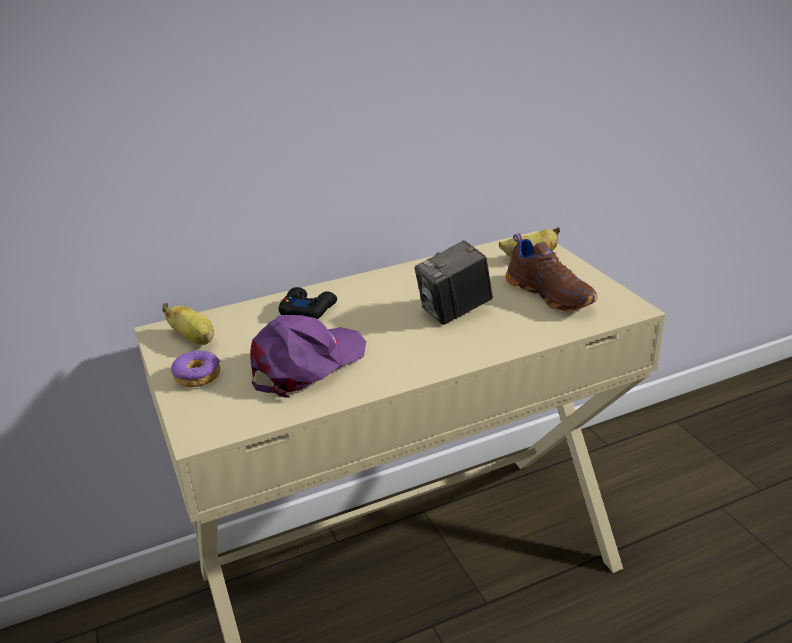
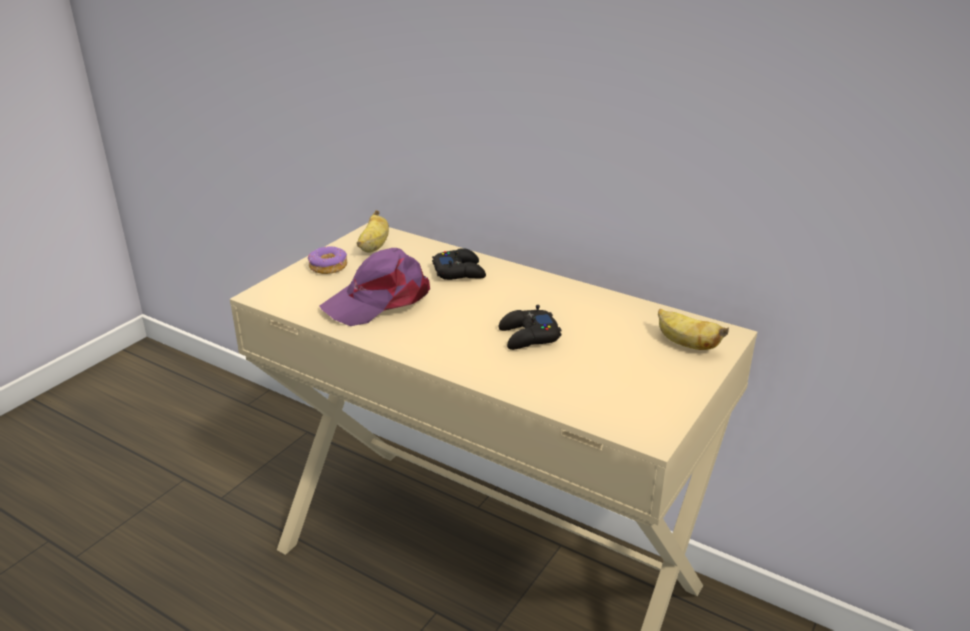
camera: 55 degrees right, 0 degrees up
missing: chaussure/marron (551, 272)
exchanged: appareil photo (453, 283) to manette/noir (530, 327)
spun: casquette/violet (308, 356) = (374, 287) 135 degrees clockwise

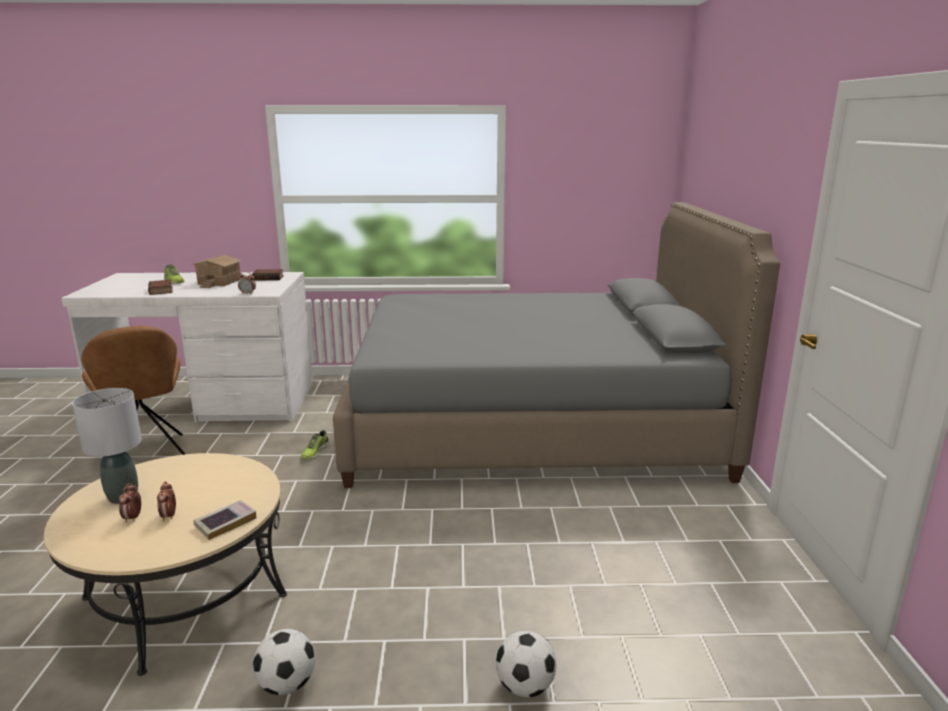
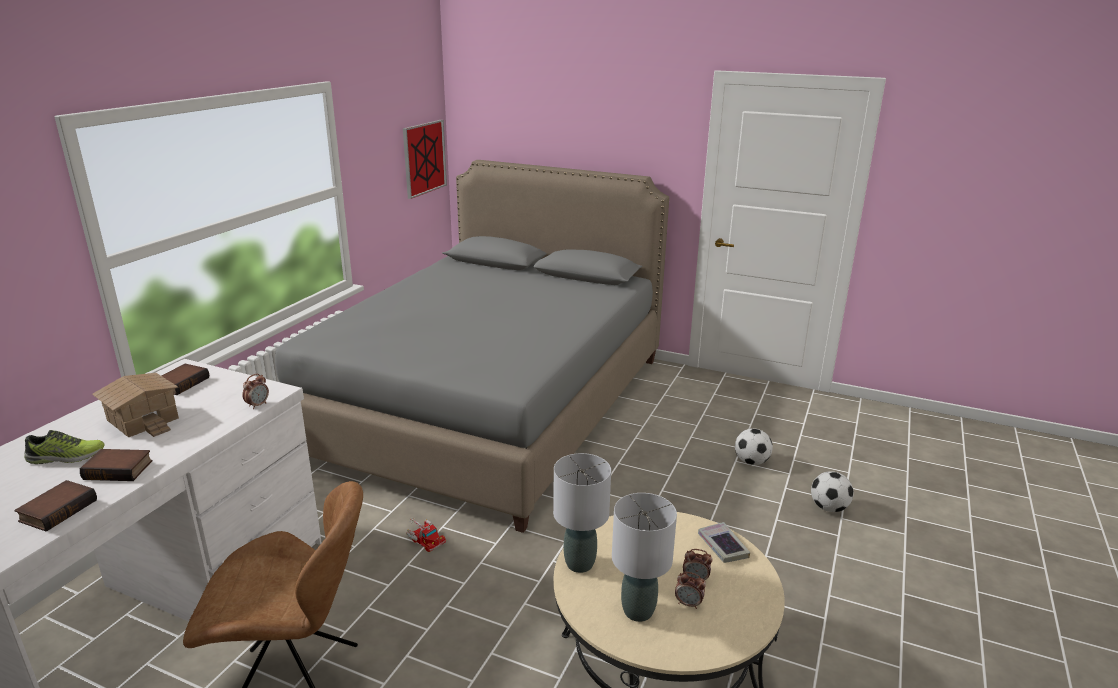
camera: 65 degrees left, 5 degrees up
appeared: livre (55, 505); tableau (425, 159); lampe de table/gris (582, 513)
relocated: ballon de foot (284, 662) to (754, 446)
exchanged: chaussure (315, 445) to camion jouet (426, 535)

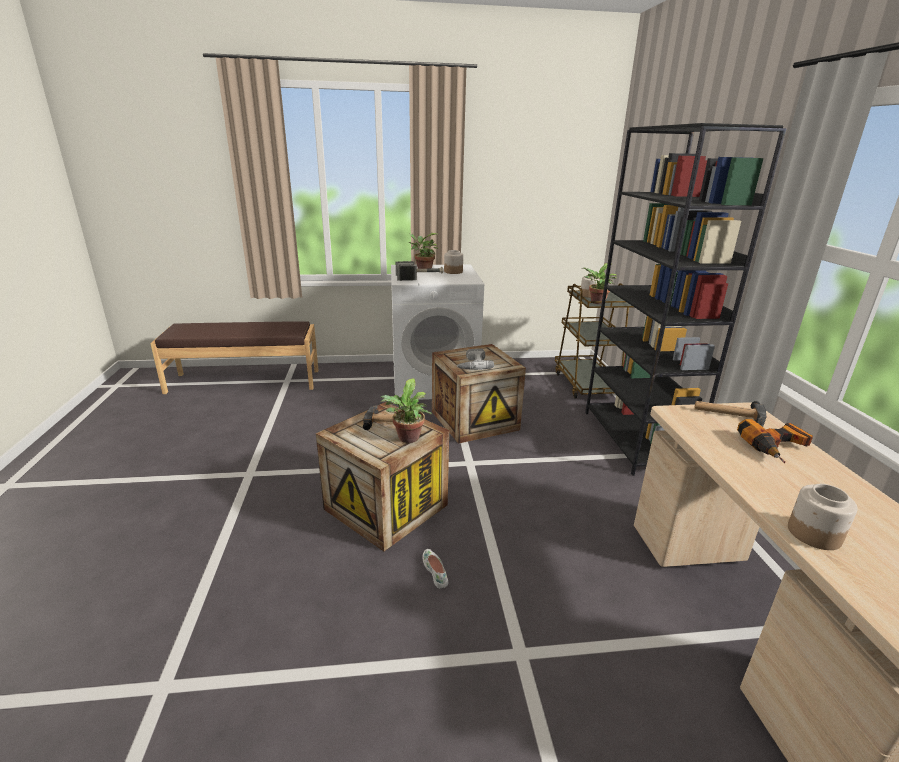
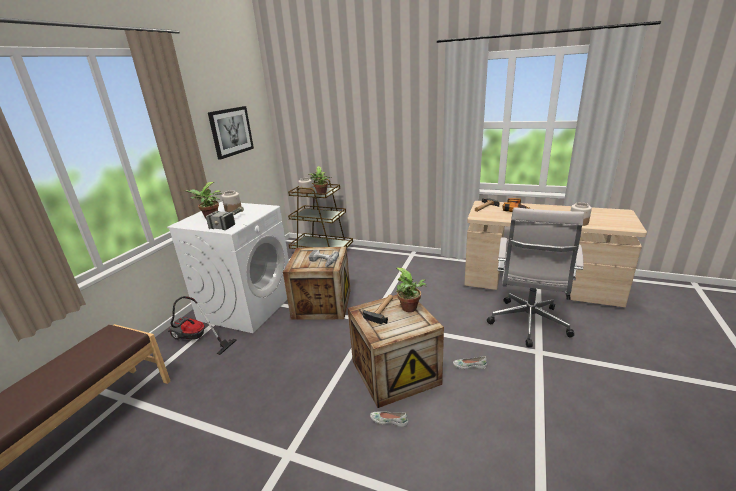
camera: 60 degrees left, 0 degrees up
missing: bibliothèque/noir (685, 299)
appeared: aspirateur (202, 325); tableau (231, 133); chaussure/blanc (389, 419); chaise de bureau/blanc (535, 277)

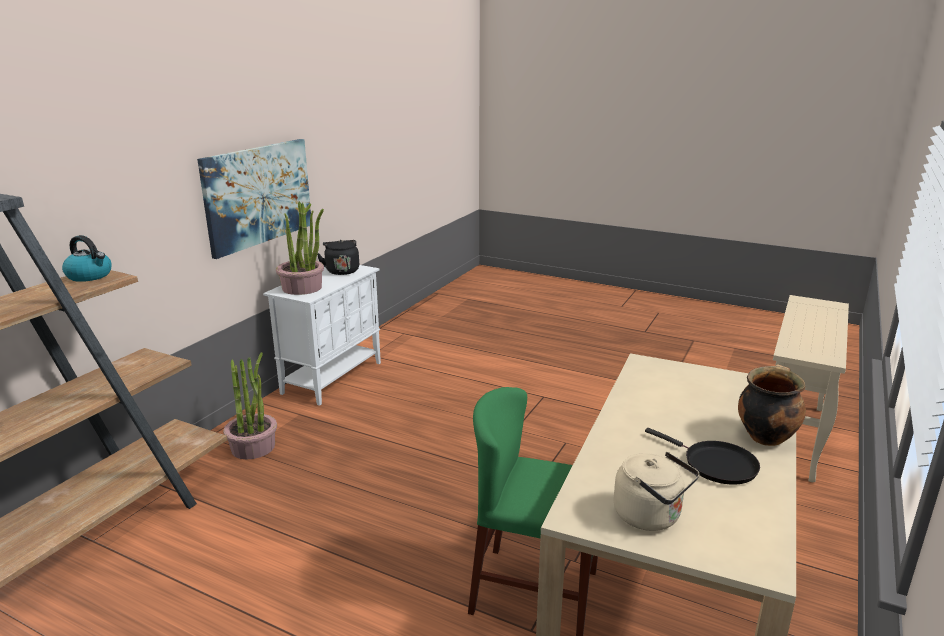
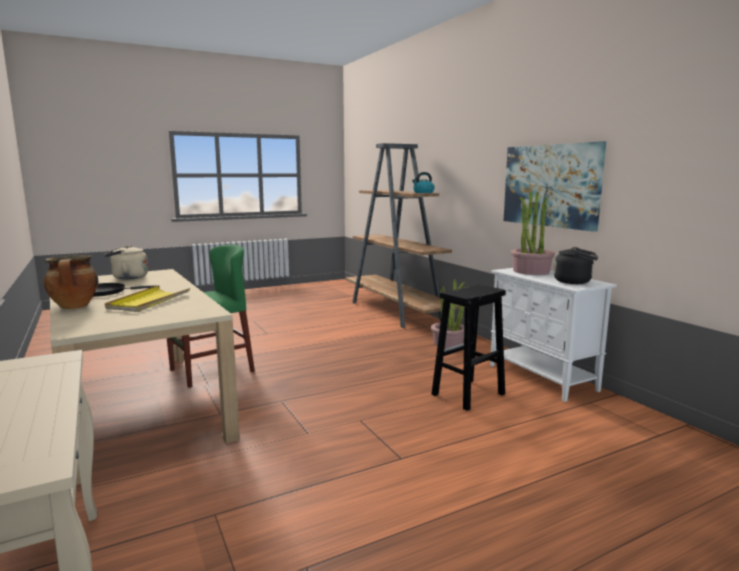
camera: 125 degrees right, 10 degrees down
appeared: plateau/jaune (147, 298); tabouret/noir (469, 348)

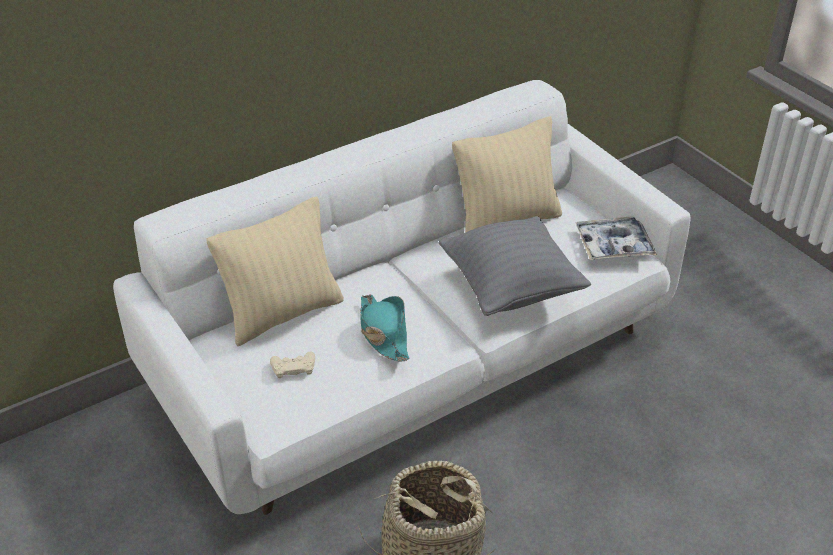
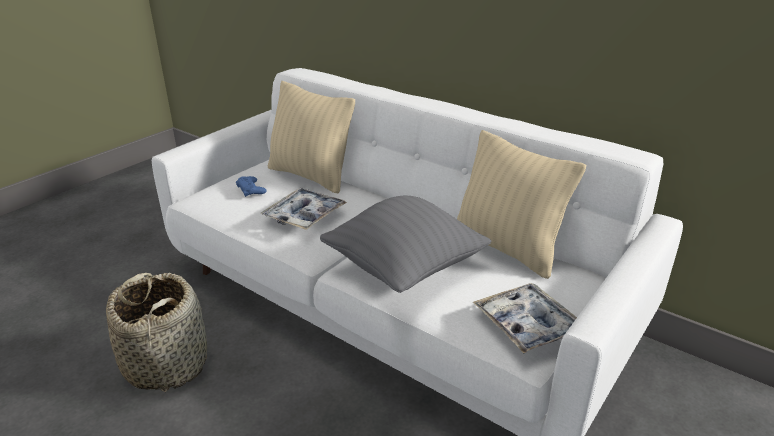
camera: 70 degrees right, 10 degrees down
exchanged: chapeau/turquoise (384, 328) to plateau (304, 209)
colour: manette/beige (292, 365) to manette/bleu (251, 186)

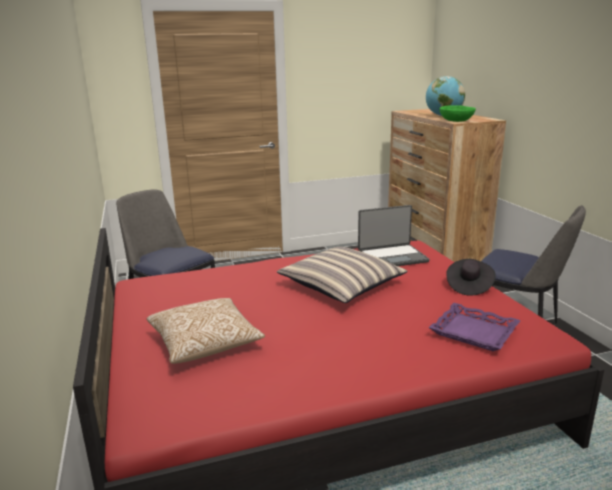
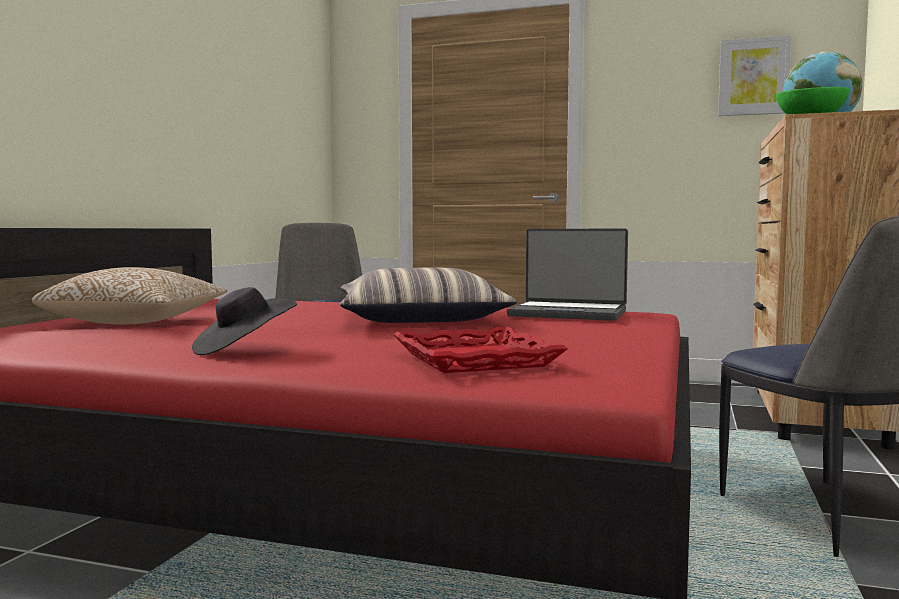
camera: 35 degrees right, 15 degrees down
appeared: tableau (754, 75)
relocated: chapeau/noir (471, 277) to (244, 321)
colour: plateau/violet (475, 327) to plateau/rouge (480, 350)

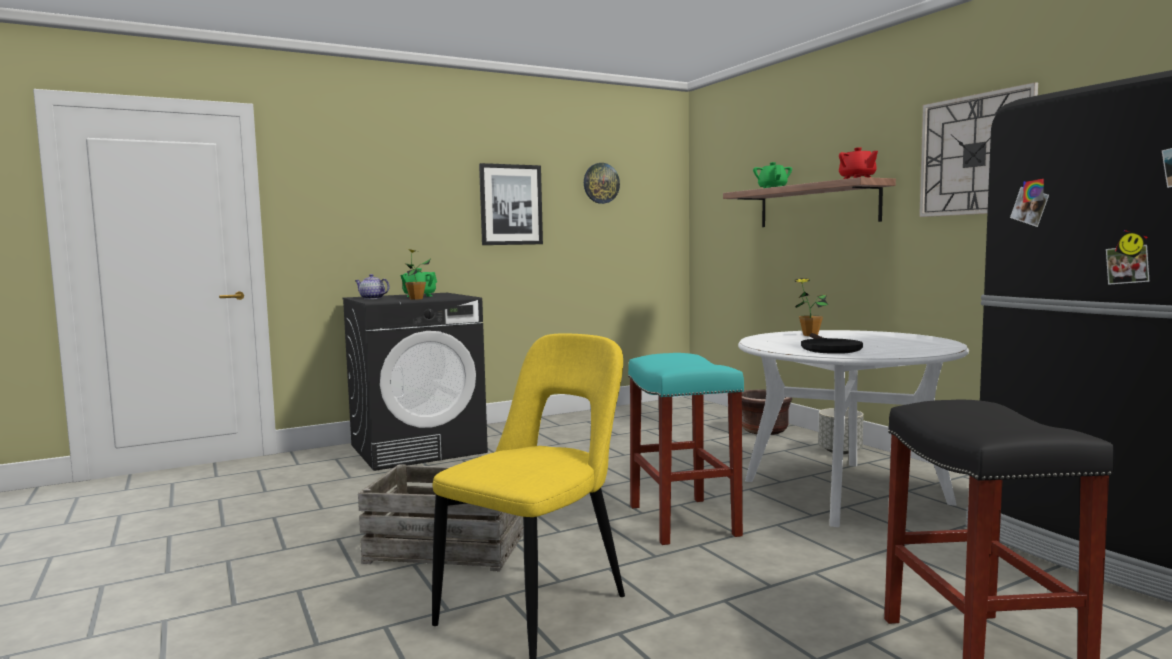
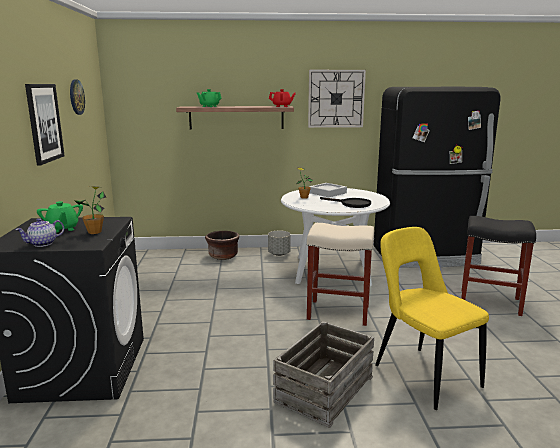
camera: 65 degrees left, 10 degrees up
appeared: plateau/gris (328, 190)
colour: tabouret/turquoise (686, 449) to tabouret/beige (340, 274)

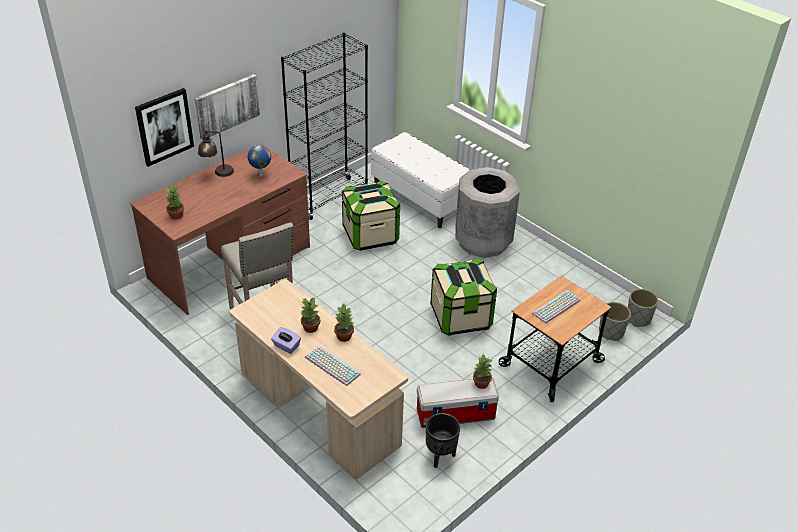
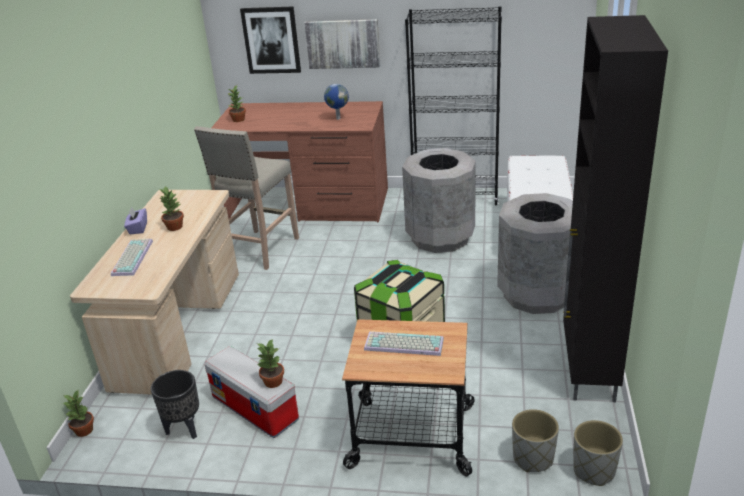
camera: 55 degrees right, 10 degrees down
missing: lampe de table (216, 153)
appeared: meuble de rangement/noir (615, 208)
relocated: plante en pot (344, 323) to (78, 413)
exchanged: boîte de rangement (371, 216) to poubelle/gris (439, 200)

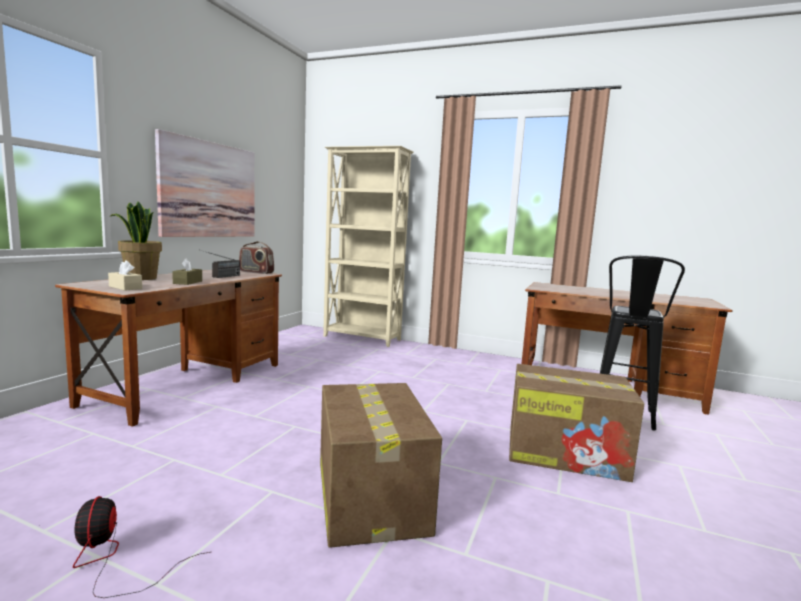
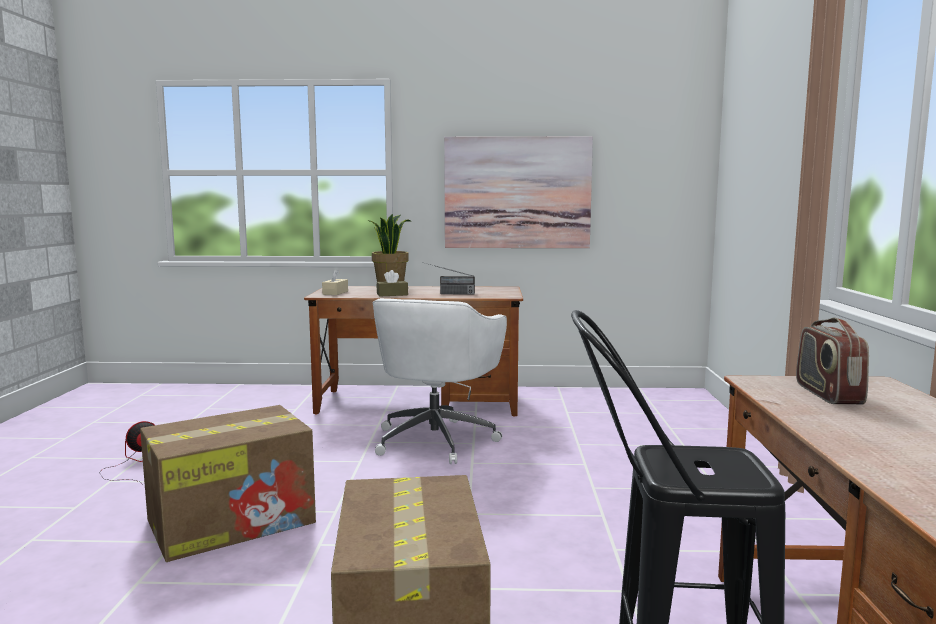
camera: 70 degrees right, 0 degrees up
missing: bibliothèque/beige (368, 246)
appeared: chaise de bureau/blanc (440, 381)
relocated: radio (256, 257) to (832, 360)

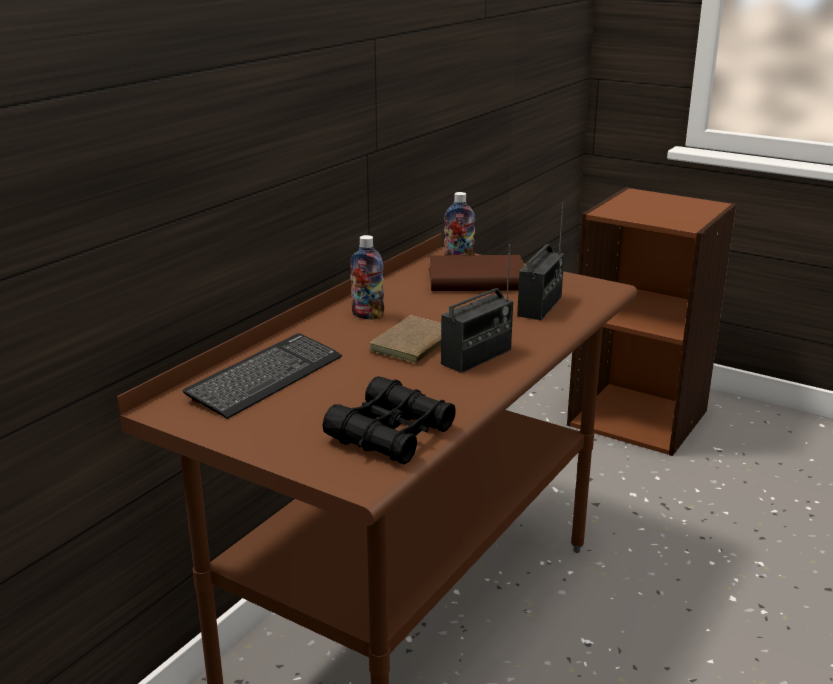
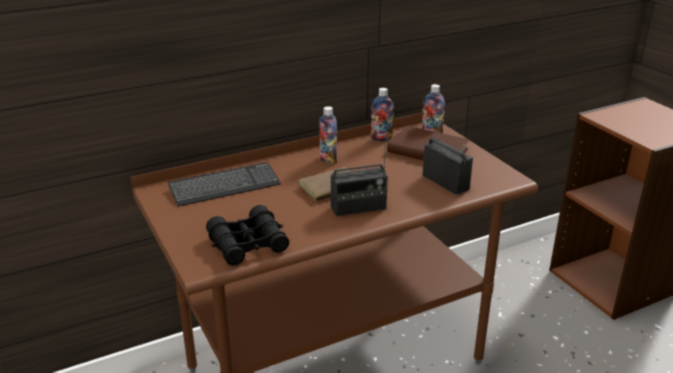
camera: 30 degrees right, 5 degrees up
appeared: bouteille (382, 114)
spun: radio (540, 261) = (448, 150) 90 degrees counterclockwise

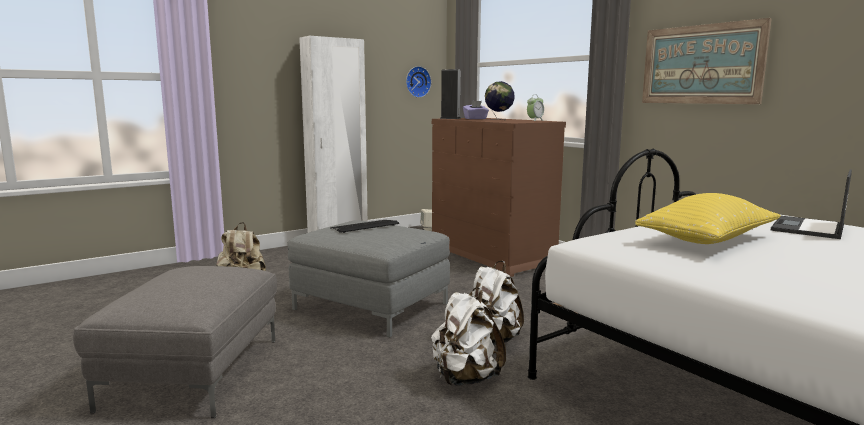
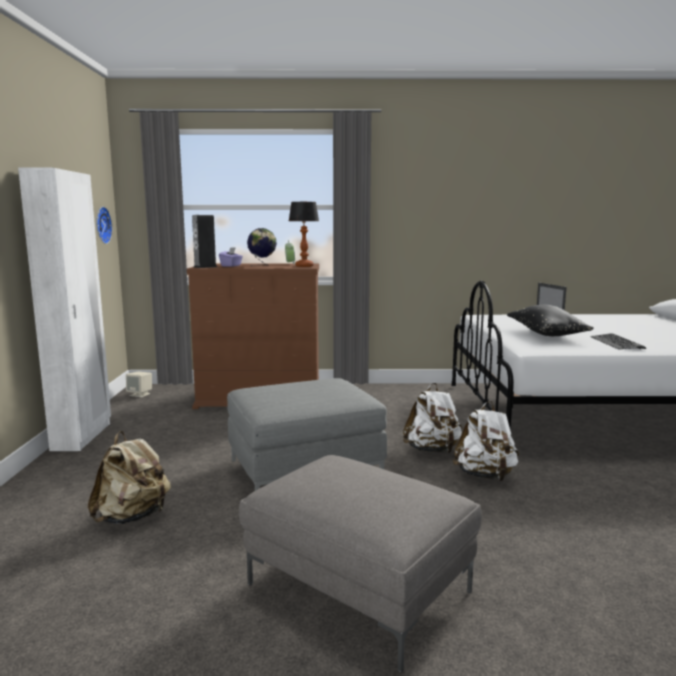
camera: 55 degrees left, 0 degrees up
missing: tableau (707, 61)
appeared: lampe de table (304, 234)
relocated: clavier (364, 226) to (618, 341)
colour: coussin/jaune (708, 218) to coussin/noir (550, 320)

